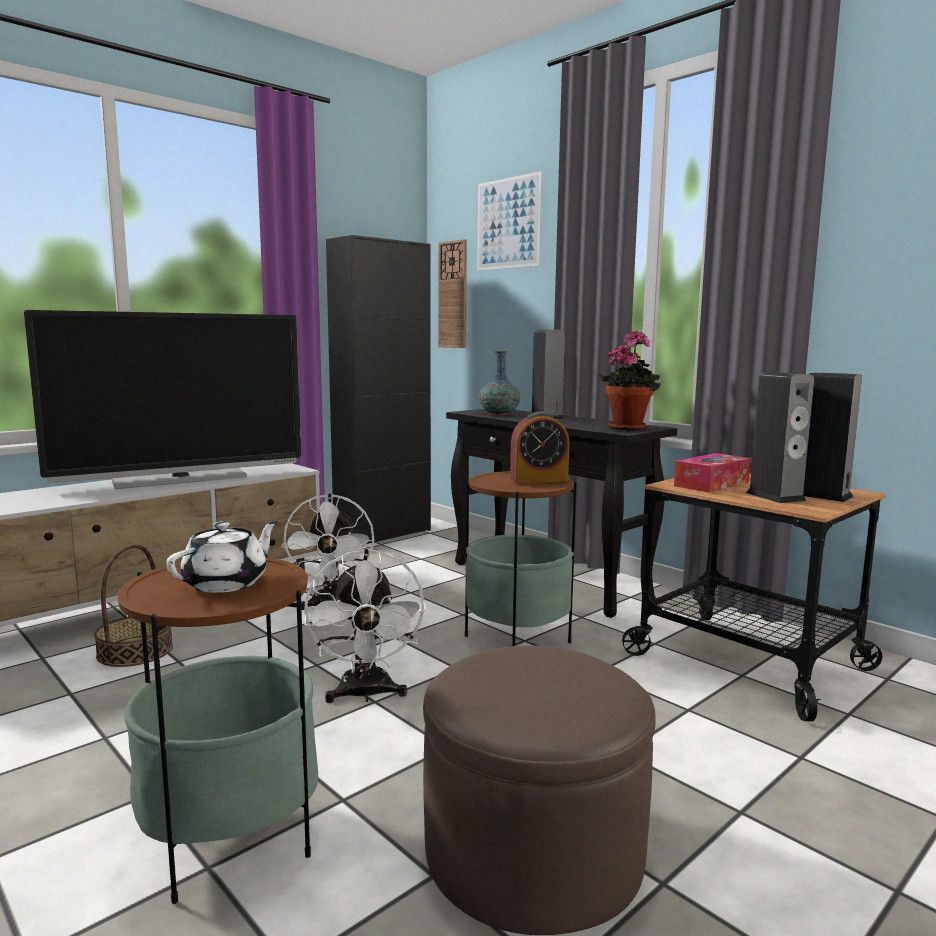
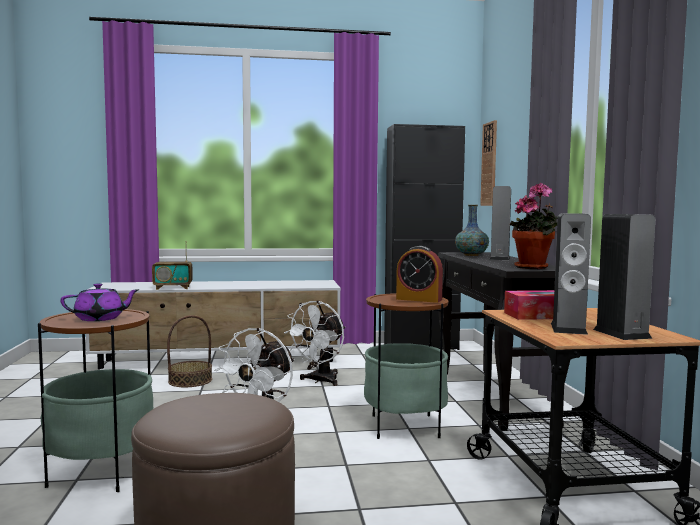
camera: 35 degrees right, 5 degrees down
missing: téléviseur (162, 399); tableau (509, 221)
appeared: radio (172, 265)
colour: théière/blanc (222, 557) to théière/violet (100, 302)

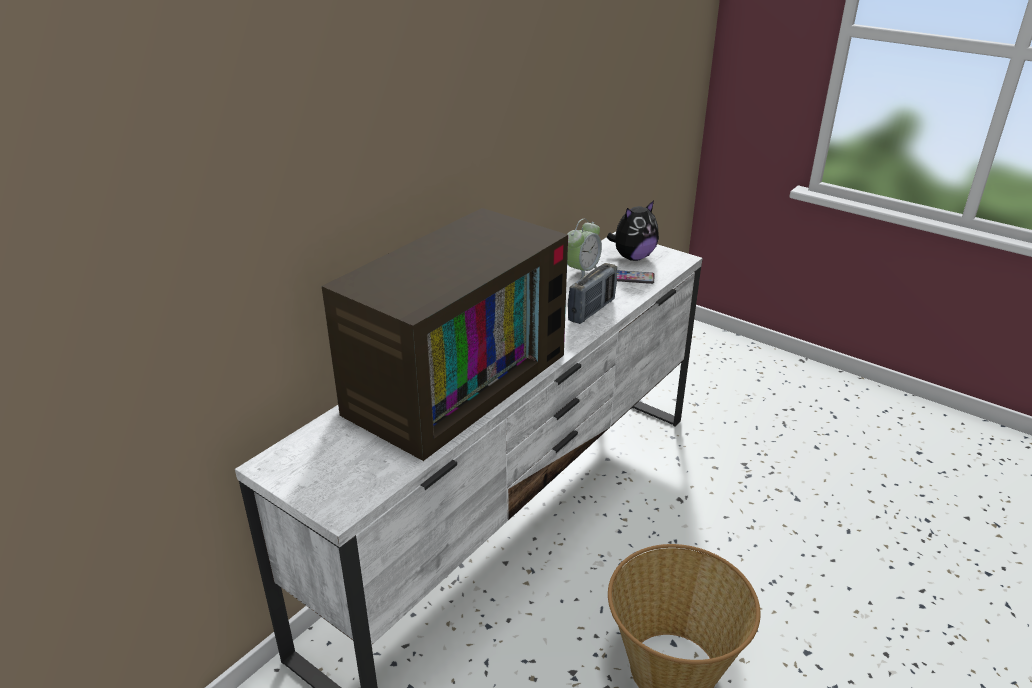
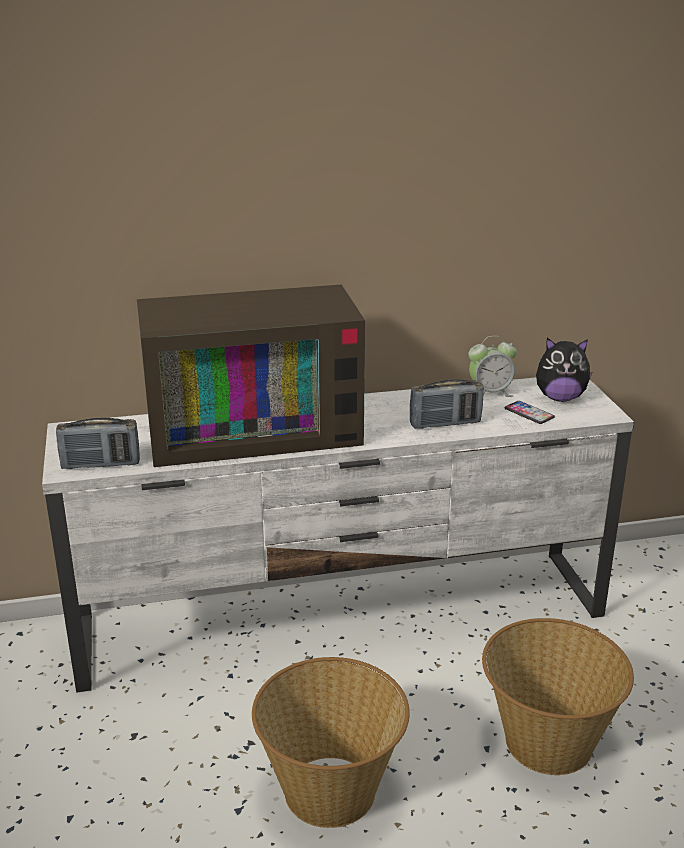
camera: 40 degrees right, 5 degrees down
appeared: radio (98, 443); panier (558, 696)

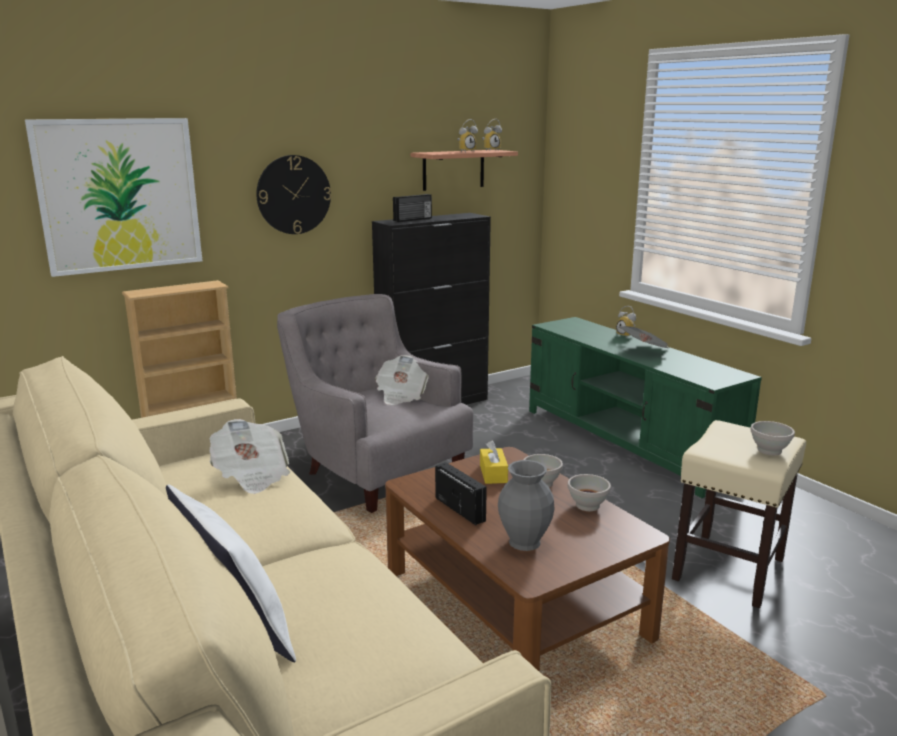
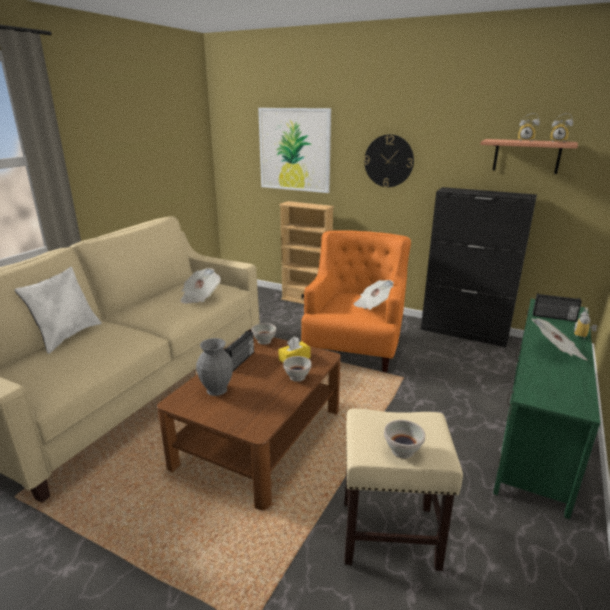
camera: 60 degrees right, 5 degrees up
relocated: radio (412, 208) to (557, 307); bol/blanc (589, 492) to (264, 334)
colour: fauteuil/gris (375, 403) to fauteuil/orange (356, 301)

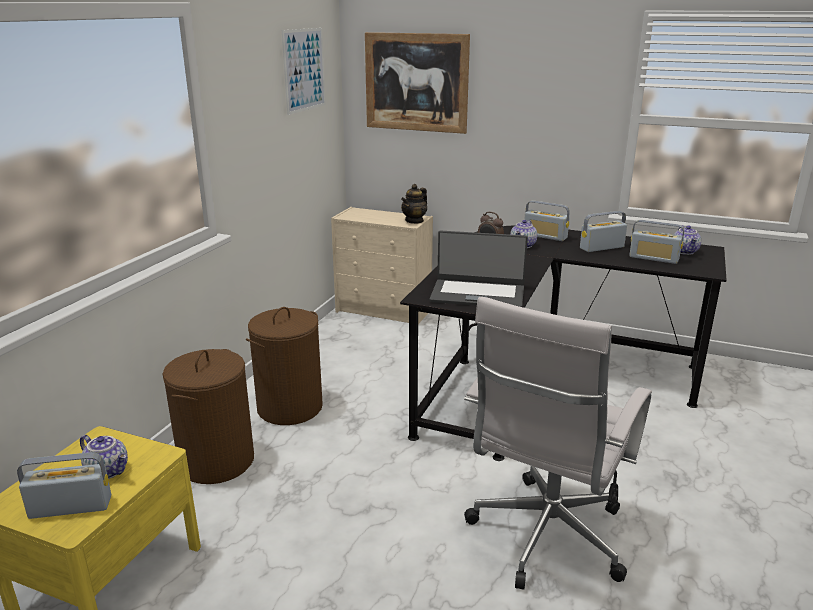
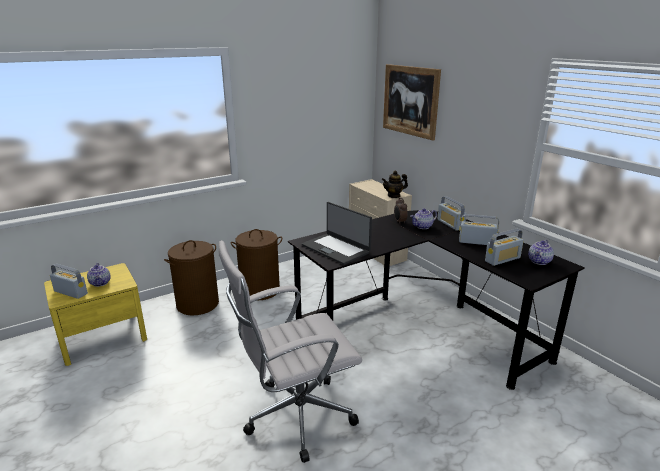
camera: 35 degrees right, 0 degrees up
missing: tableau (304, 71)
spun: radio (656, 242) = (504, 247) 90 degrees counterclockwise

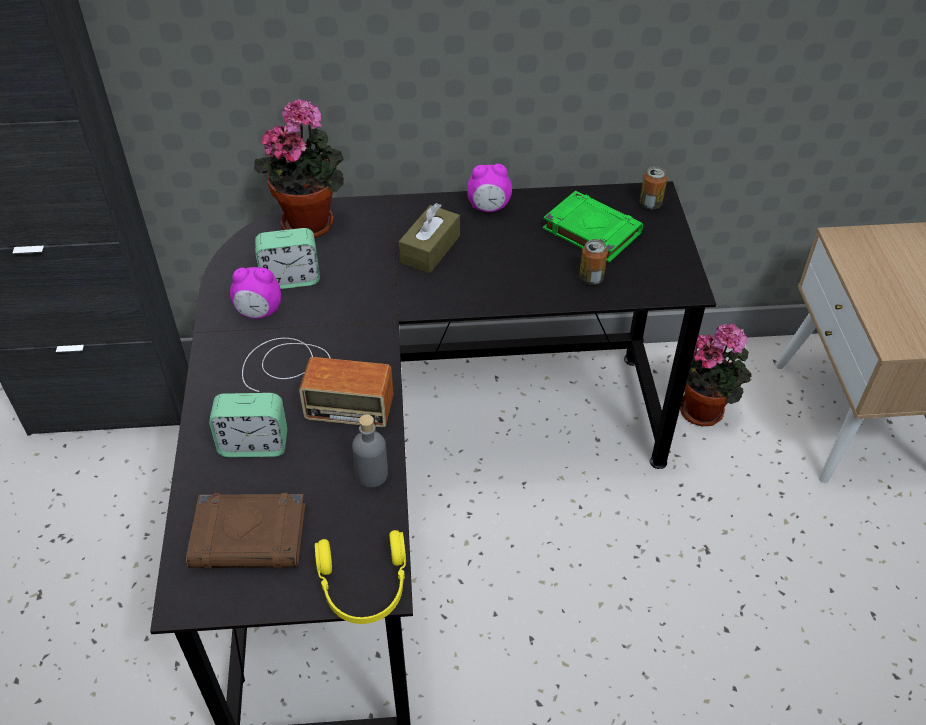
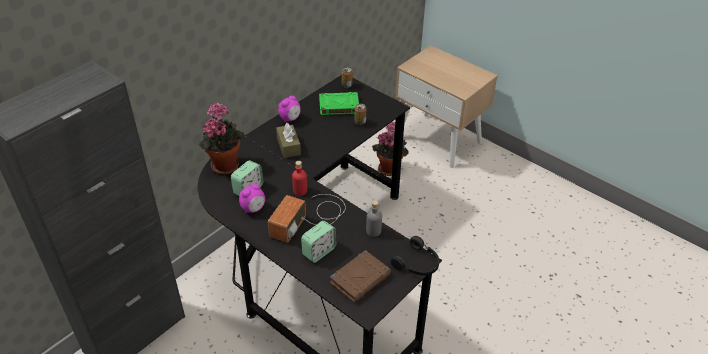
camera: 45 degrees left, 5 degrees down
appeared: bouteille/rouge (299, 178)
colour: casque audio/jaune (360, 577) to casque audio/noir (415, 256)
spun: radio (317, 383) = (307, 218) 150 degrees clockwise

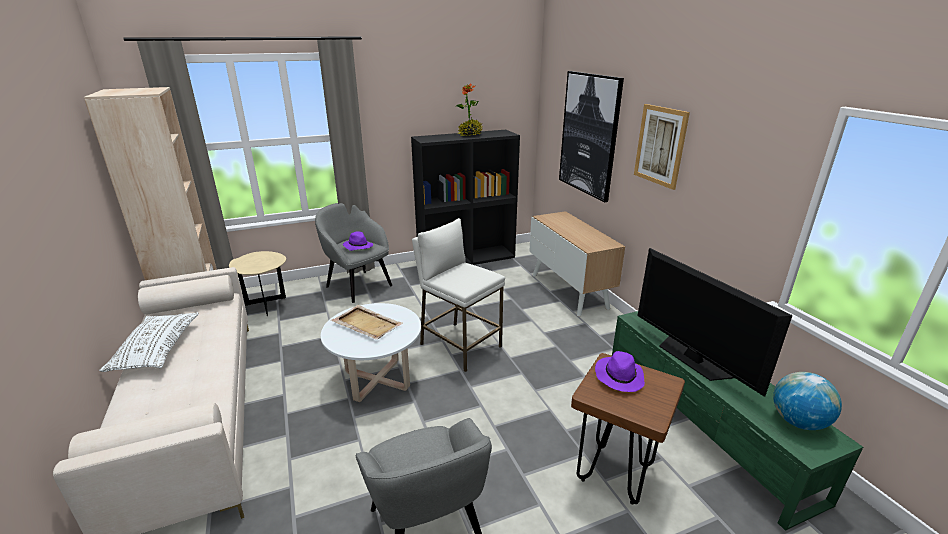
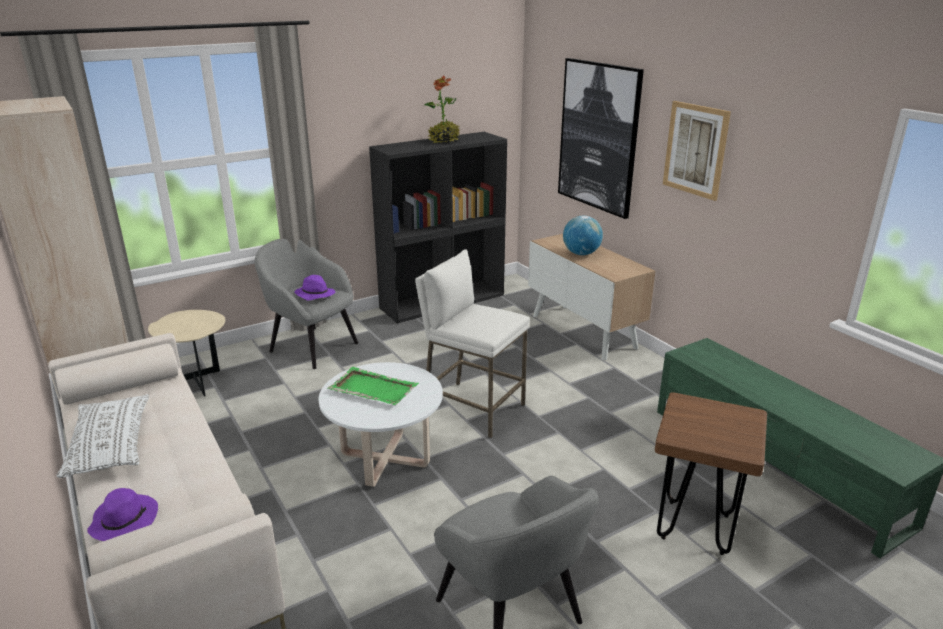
camera: 10 degrees left, 0 degrees up
missing: téléviseur (715, 322)
relocated: chapeau/violet (620, 371) to (122, 514); globe (807, 401) to (583, 235)
colour: plateau/beige (367, 322) to plateau/vert (373, 386)

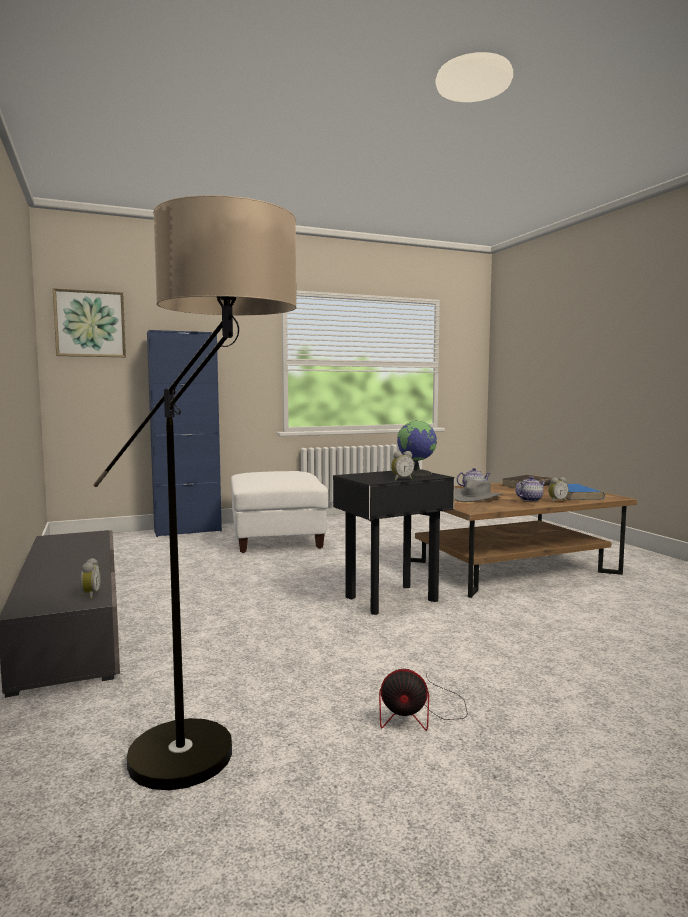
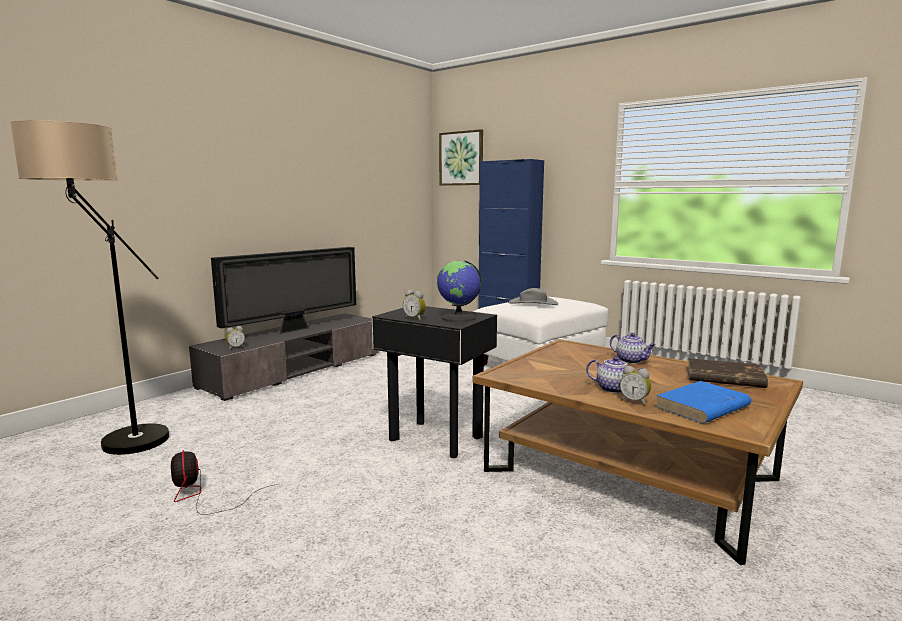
camera: 60 degrees right, 5 degrees up
appeared: téléviseur (283, 290)
relocated: chapeau/gris (478, 490) to (533, 296)

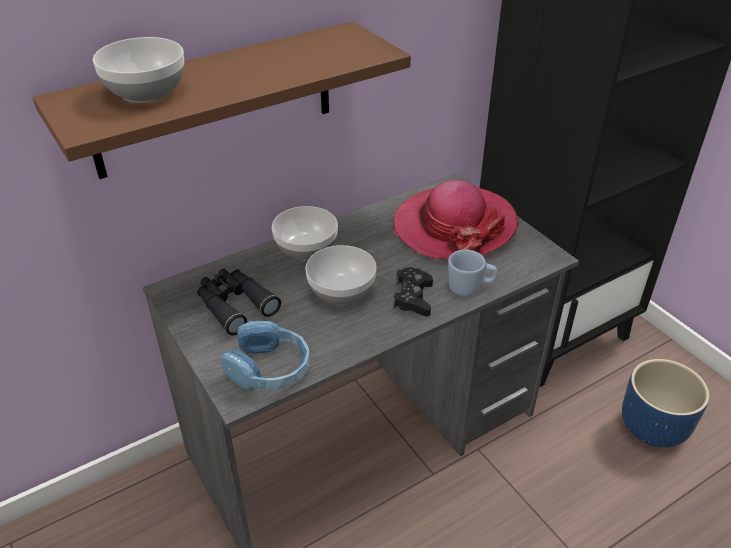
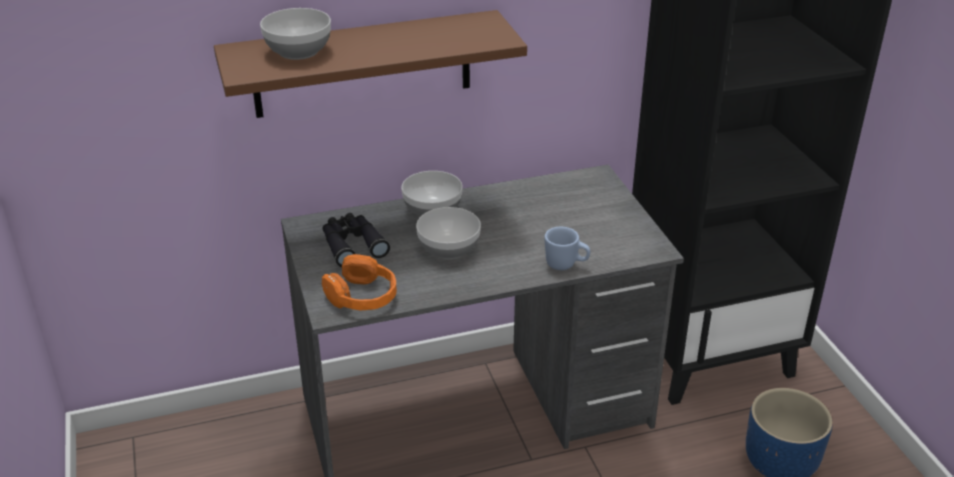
camera: 15 degrees right, 5 degrees down
missing: chapeau (455, 219); manette/noir (413, 291)
colour: casque audio/bleu (265, 355) to casque audio/orange (359, 282)

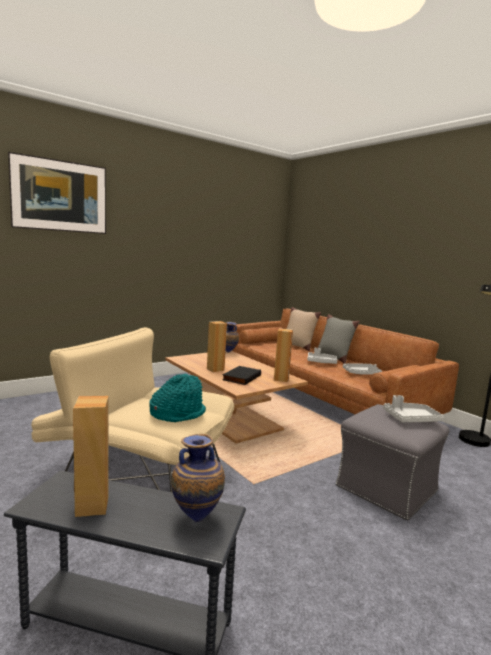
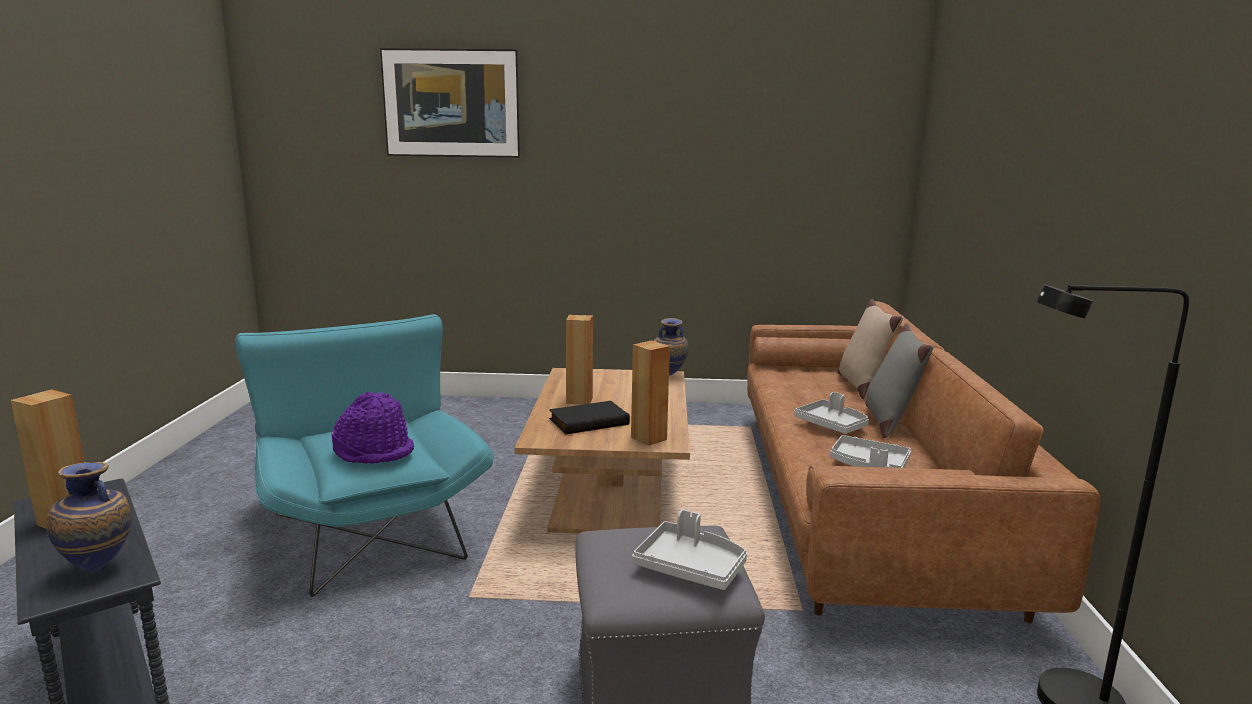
camera: 40 degrees right, 5 degrees up
colour: fauteuil/beige (132, 410) to fauteuil/turquoise (364, 455); chapeau/turquoise (177, 398) to chapeau/violet (372, 428)

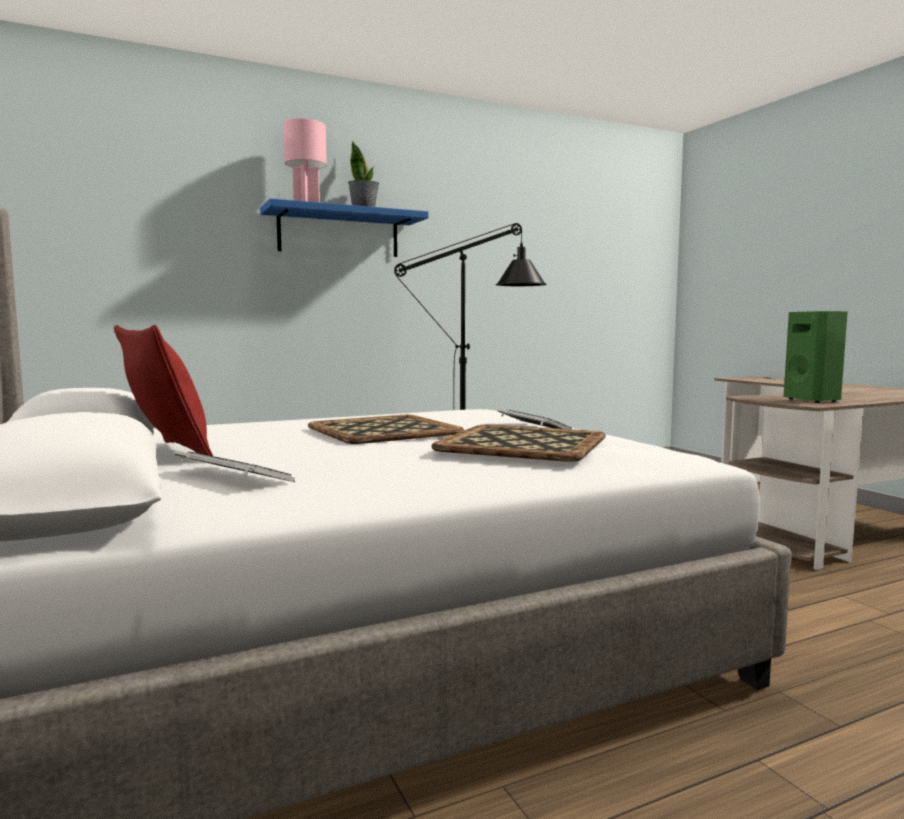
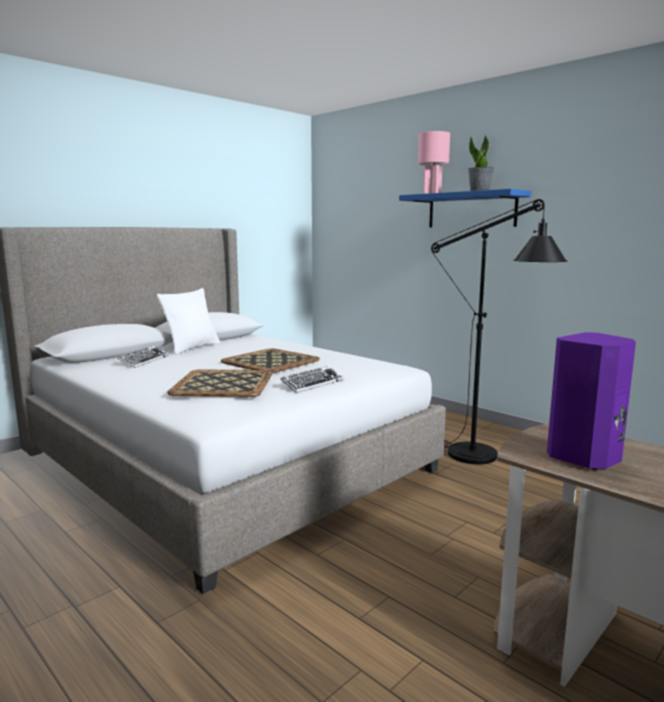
camera: 70 degrees right, 5 degrees up
colour: coussin/rouge (163, 390) to coussin/blanc (188, 321); enceinte/vert (815, 357) to enceinte/violet (591, 401)

